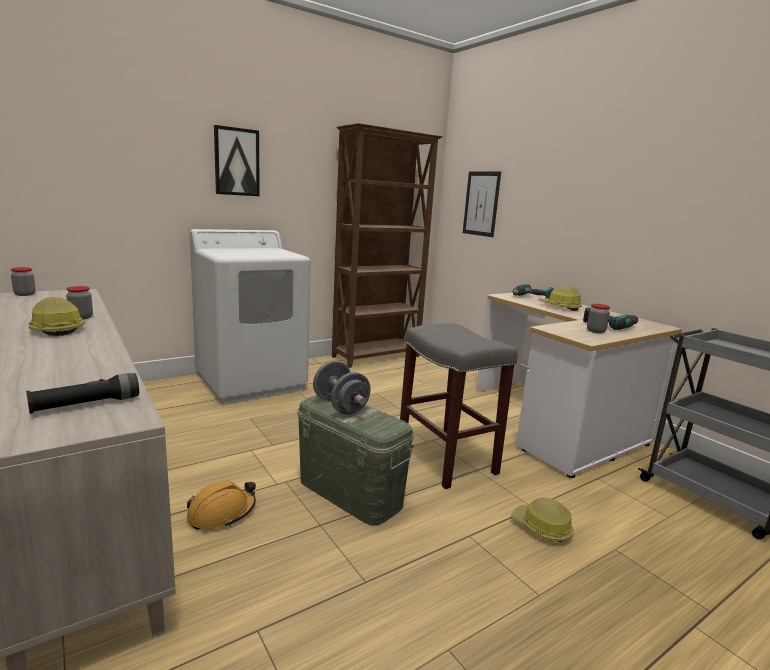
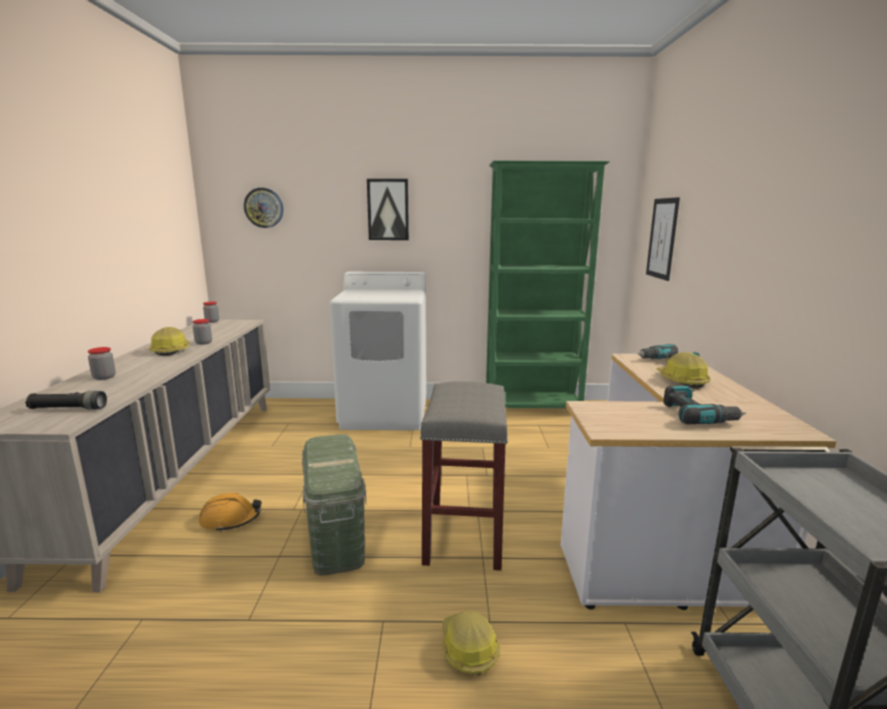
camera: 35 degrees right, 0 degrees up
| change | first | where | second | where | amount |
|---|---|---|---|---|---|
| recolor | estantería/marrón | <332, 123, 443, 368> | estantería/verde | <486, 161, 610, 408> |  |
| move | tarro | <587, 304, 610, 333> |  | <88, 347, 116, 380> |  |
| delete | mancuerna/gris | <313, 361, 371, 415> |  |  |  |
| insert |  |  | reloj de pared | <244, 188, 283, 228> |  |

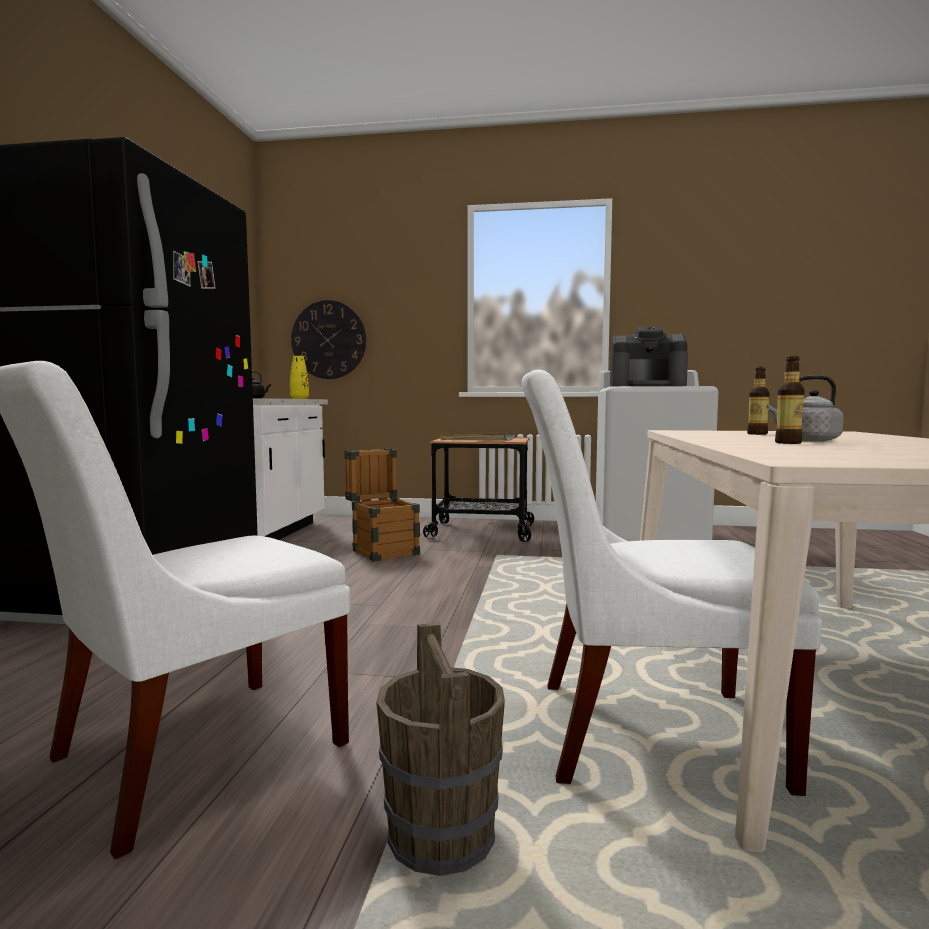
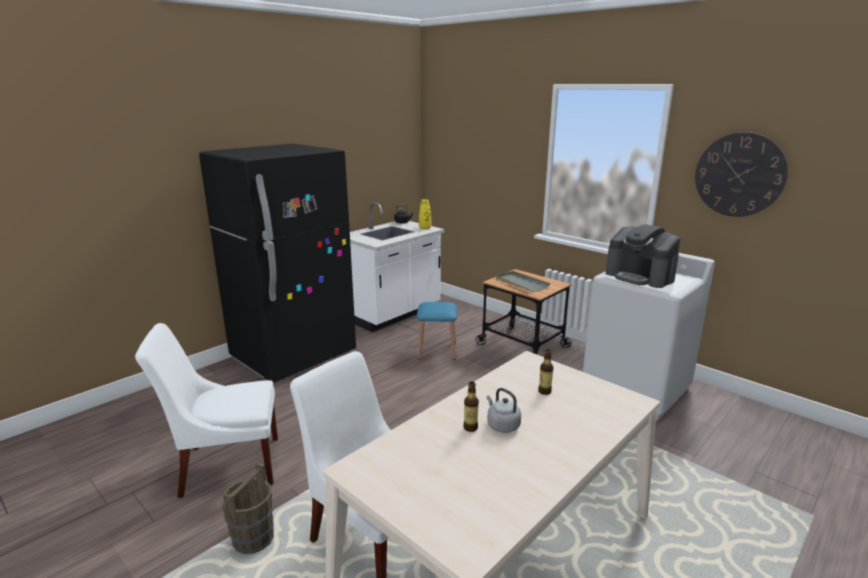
camera: 35 degrees right, 15 degrees up
| change | first | where | second | where | amount |
|---|---|---|---|---|---|
| move | reloj de pared | <291, 300, 366, 379> |  | <695, 132, 788, 217> |  |
| replace | caja de embalaje | <345, 448, 420, 561> | taburete/azul | <417, 302, 457, 360> |  |

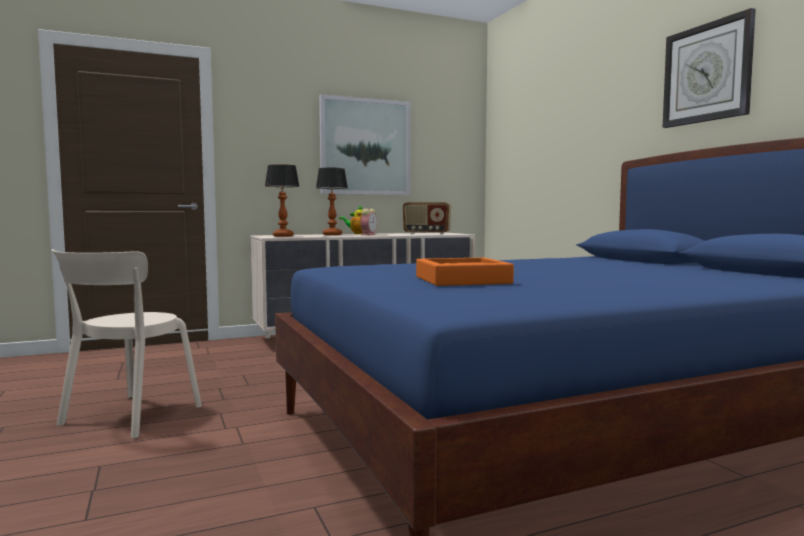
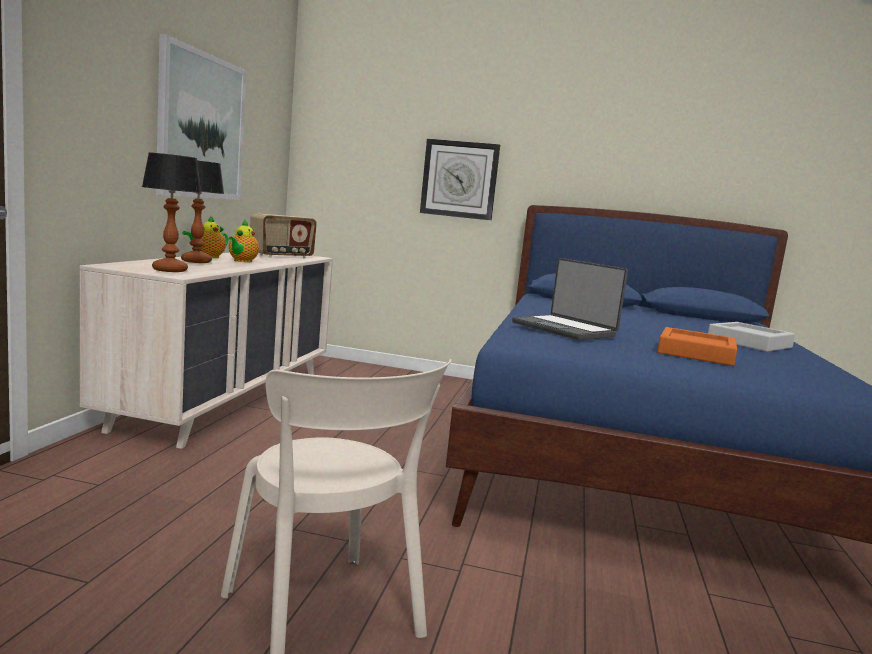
camera: 55 degrees left, 5 degrees up
| change | first | where | second | where | amount |
|---|---|---|---|---|---|
| move | reloj de pared | <662, 8, 756, 128> |  | <420, 139, 500, 221> |  |
| replace | despertador | <360, 209, 377, 235> | tetera | <229, 220, 259, 262> |  |
| insert |  |  | portátil | <512, 258, 628, 340> |  |
| insert |  |  | bandeja/gris | <708, 322, 795, 352> |  |

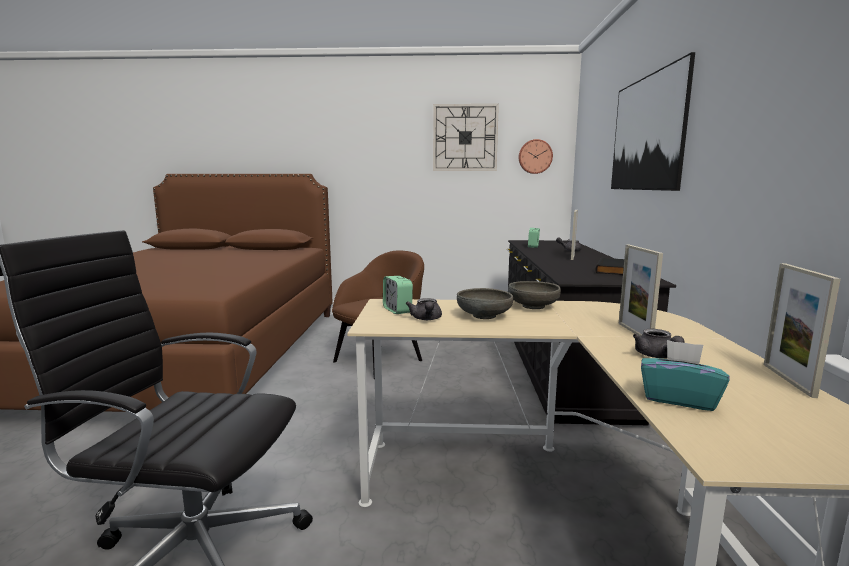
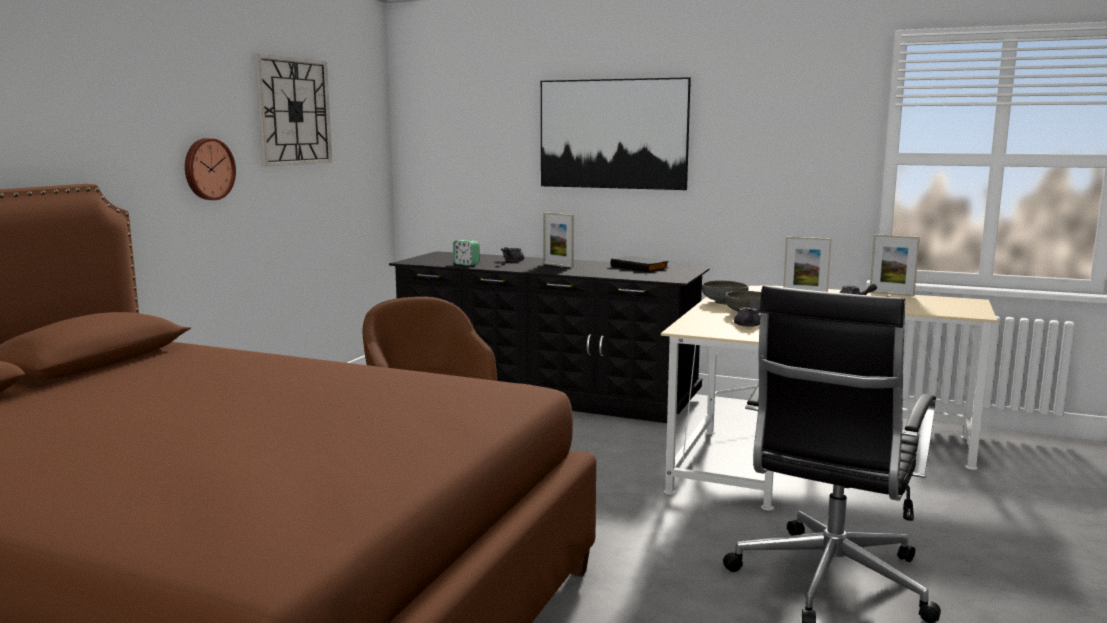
camera: 70 degrees left, 0 degrees up
| change | first | where | second | where | amount |
|---|---|---|---|---|---|
| move | reloj de pared | <519, 139, 553, 174> |  | <185, 138, 236, 200> |  |
| delete | despertador | <383, 276, 413, 314> |  |  |  |
| delete | caja de pañuelos/turquesa | <641, 340, 730, 411> |  |  |  |

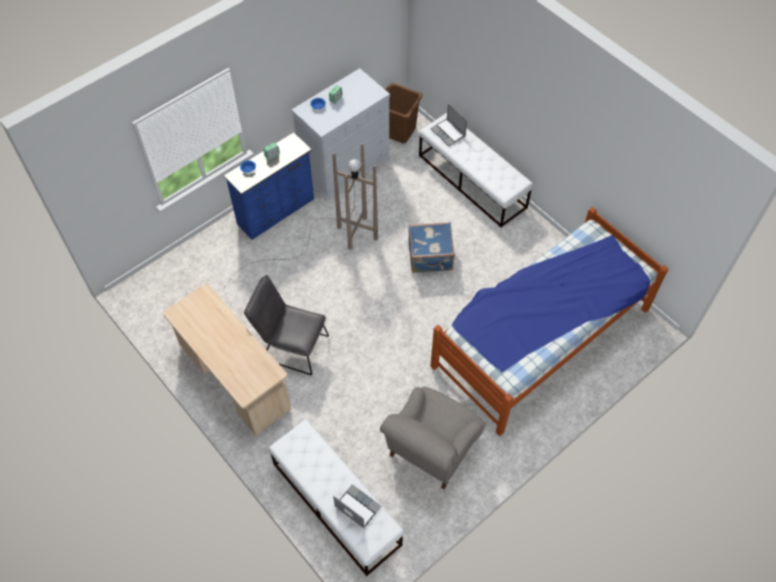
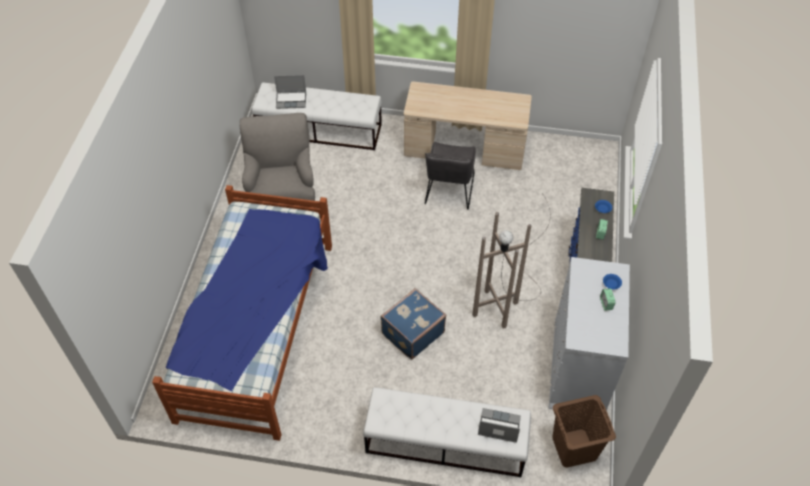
camera: 140 degrees right, 5 degrees down
| change | first | where | second | where | amount |
|---|---|---|---|---|---|
| rotate | silla/gris | <244, 275, 329, 375> |  | <425, 142, 476, 210> | 120 degrees clockwise |

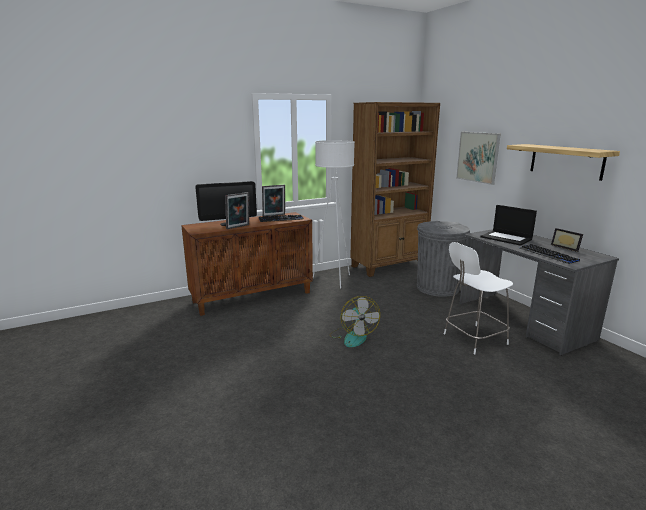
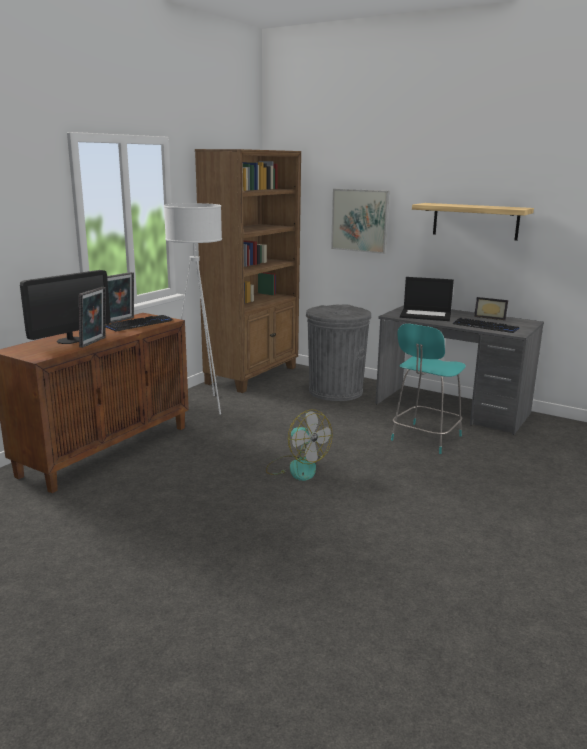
camera: 30 degrees left, 0 degrees up
| change | first | where | second | where | amount |
|---|---|---|---|---|---|
| recolor | silla/blanco | <444, 242, 513, 355> | silla/turquesa | <391, 324, 466, 454> |  |

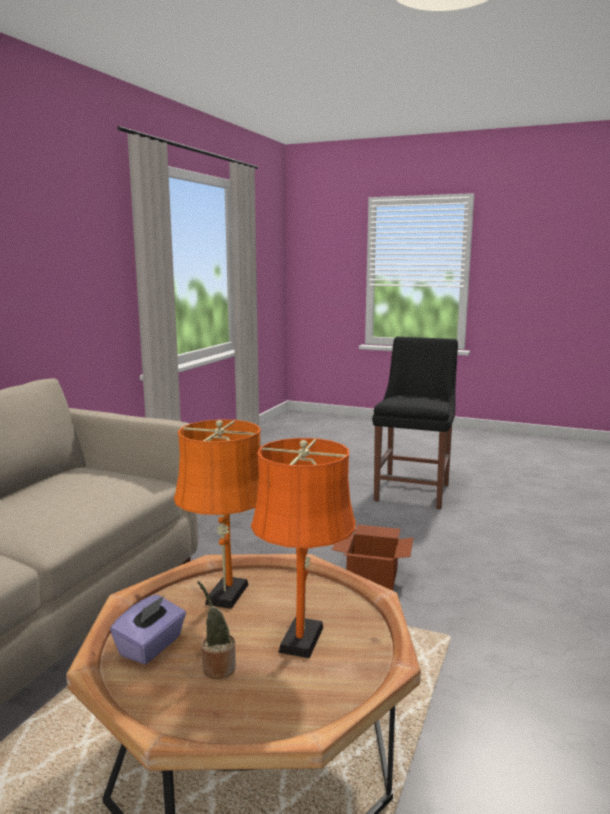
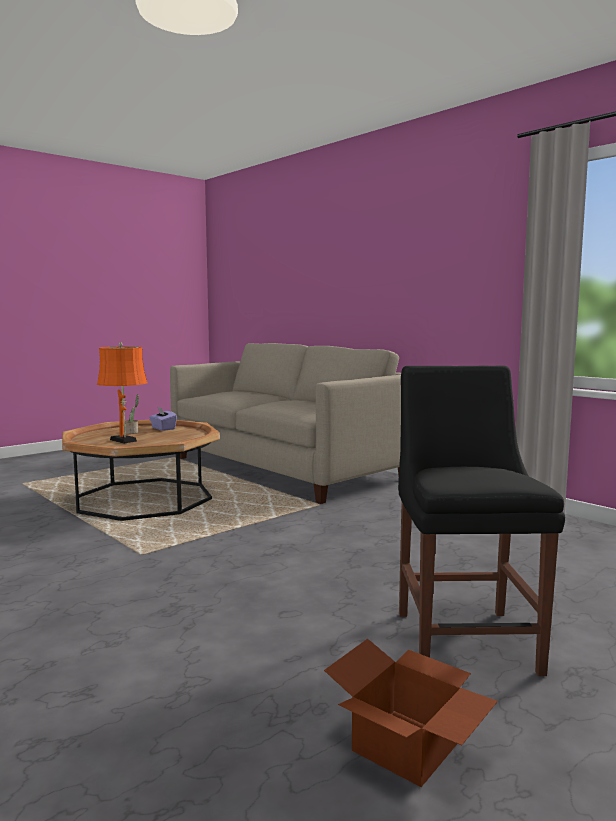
camera: 115 degrees right, 5 degrees down
| change | first | where | second | where | amount |
|---|---|---|---|---|---|
| rotate | silla/negro | <372, 337, 458, 509> |  | <398, 365, 565, 676> | 135 degrees counterclockwise |
| delete | lámpara de mesa/naranja | <174, 419, 261, 609> |  |  |  |
| move | caja de cartón | <332, 525, 413, 591> |  | <324, 639, 498, 787> |  |

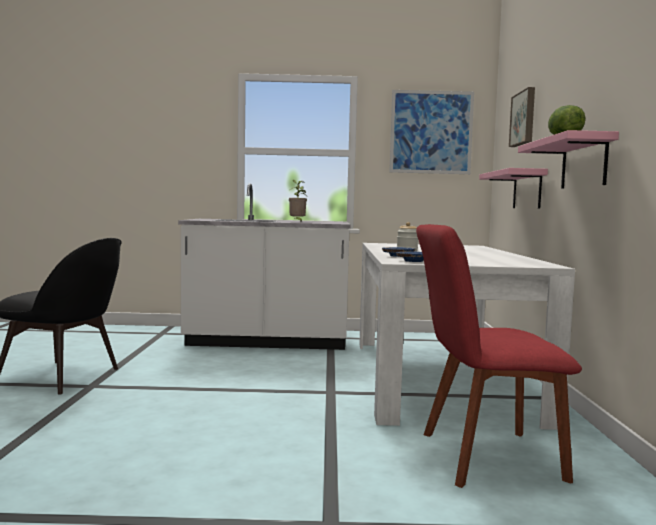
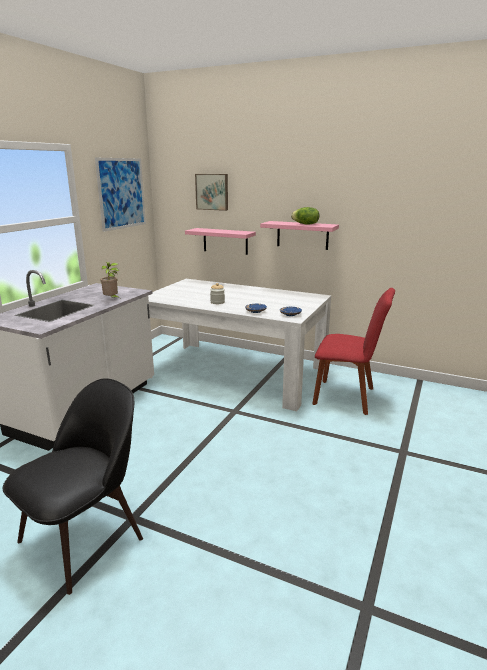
camera: 65 degrees left, 15 degrees up
| change | first | where | second | where | amount |
|---|---|---|---|---|---|
| rotate | silla/rojo | <416, 224, 582, 488> |  | <312, 288, 395, 415> | 90 degrees counterclockwise |

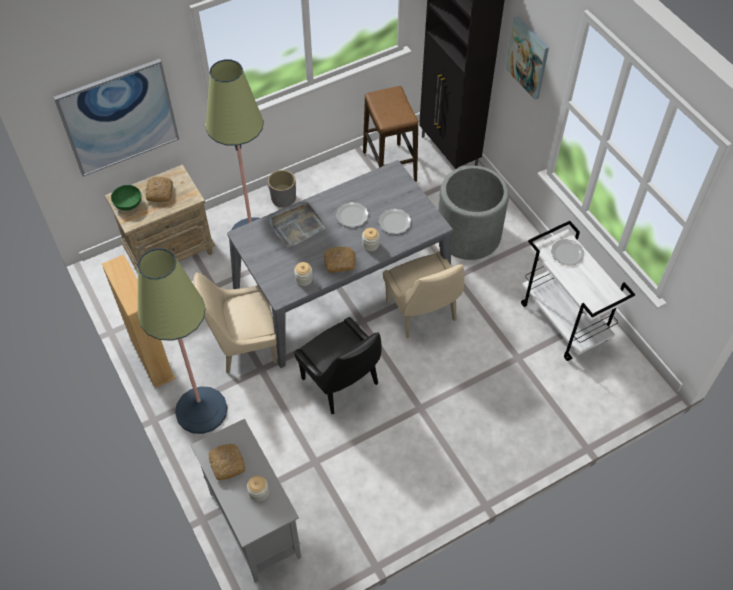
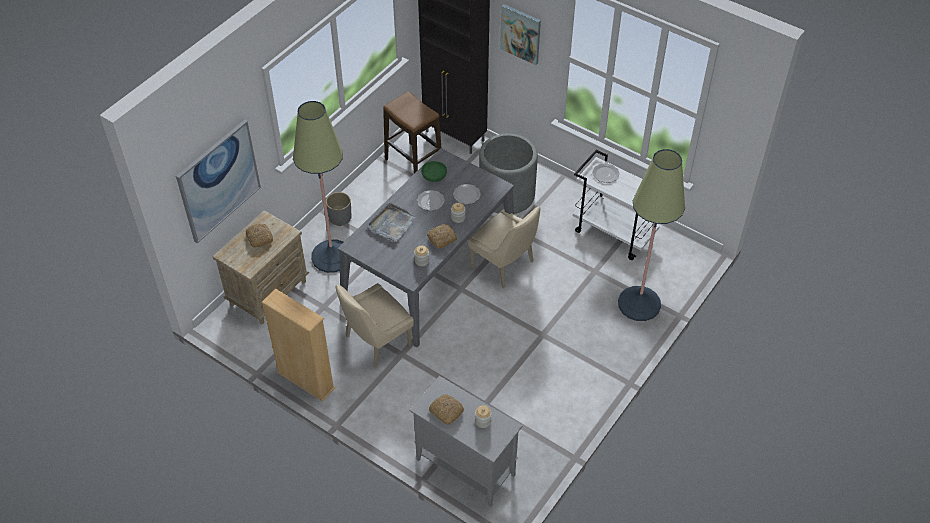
camera: 25 degrees left, 5 degrees down
| change | first | where | second | where | amount |
|---|---|---|---|---|---|
| move | cuenco/verde | <111, 185, 142, 210> |  | <421, 161, 447, 182> |  |
| move | lámpara de pie | <138, 248, 228, 434> |  | <618, 149, 685, 321> |  |
| delete | silla/negro | <294, 317, 382, 414> |  |  |  |

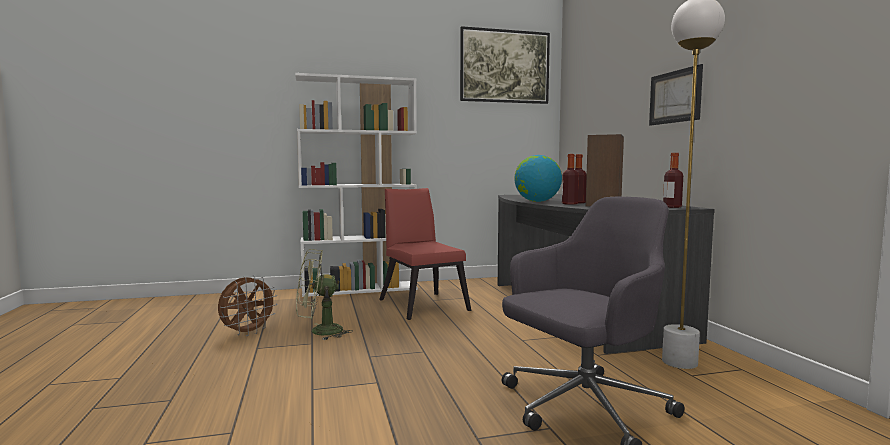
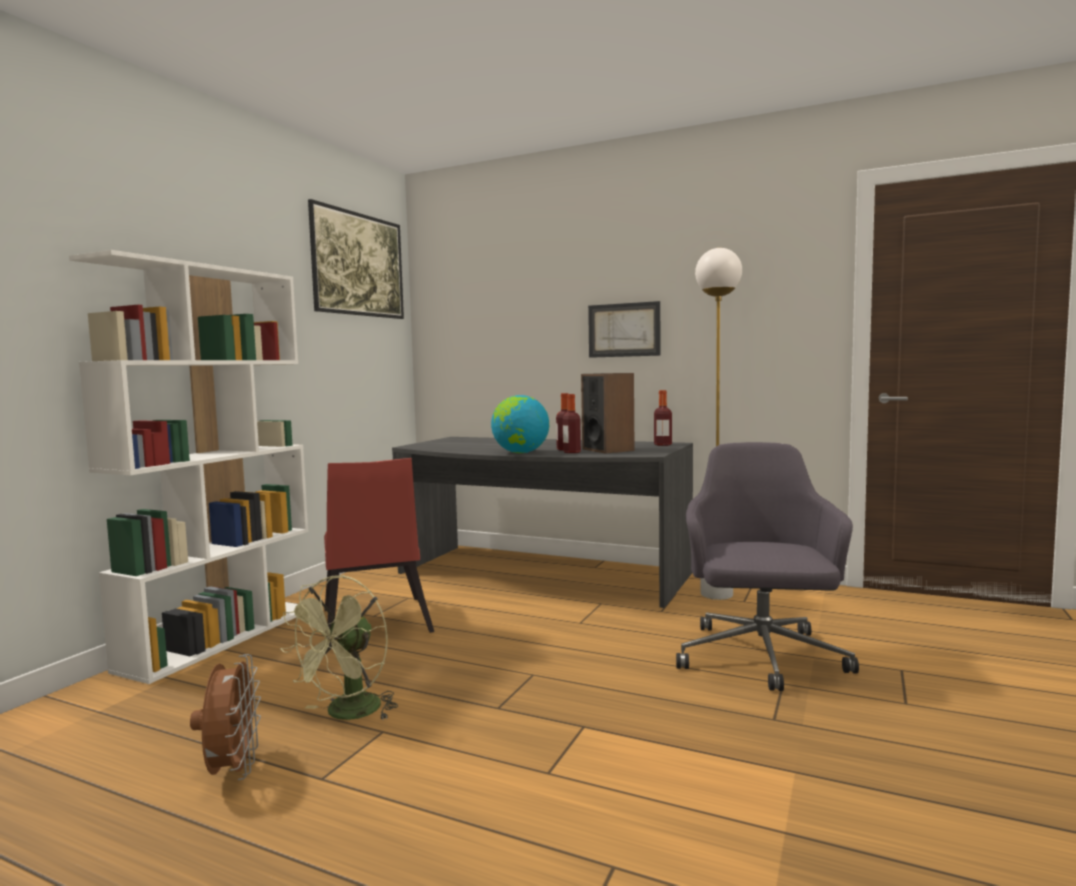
camera: 50 degrees left, 0 degrees up
| change | first | where | second | where | amount |
|---|---|---|---|---|---|
| rotate | silla/rojo | <379, 188, 471, 320> |  | <324, 458, 434, 649> | 120 degrees counterclockwise |

